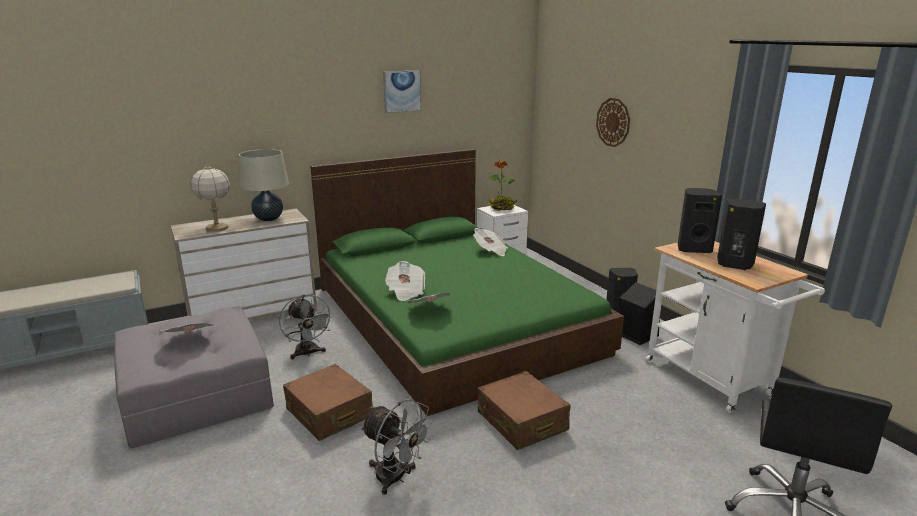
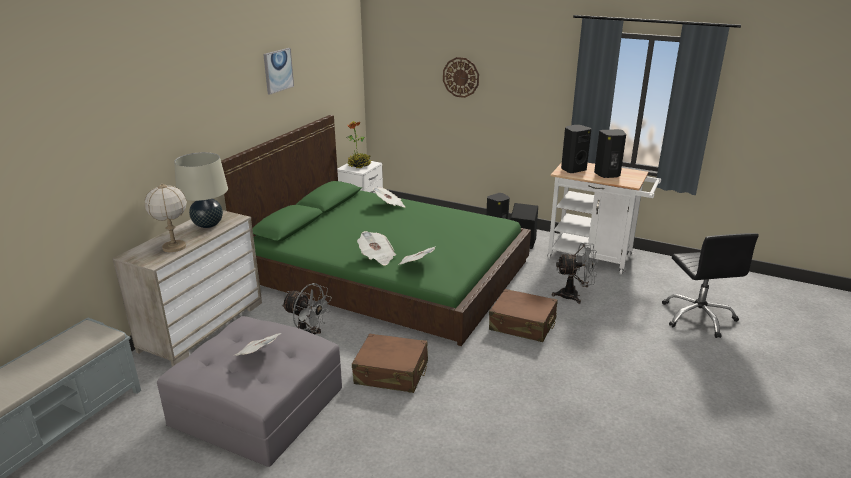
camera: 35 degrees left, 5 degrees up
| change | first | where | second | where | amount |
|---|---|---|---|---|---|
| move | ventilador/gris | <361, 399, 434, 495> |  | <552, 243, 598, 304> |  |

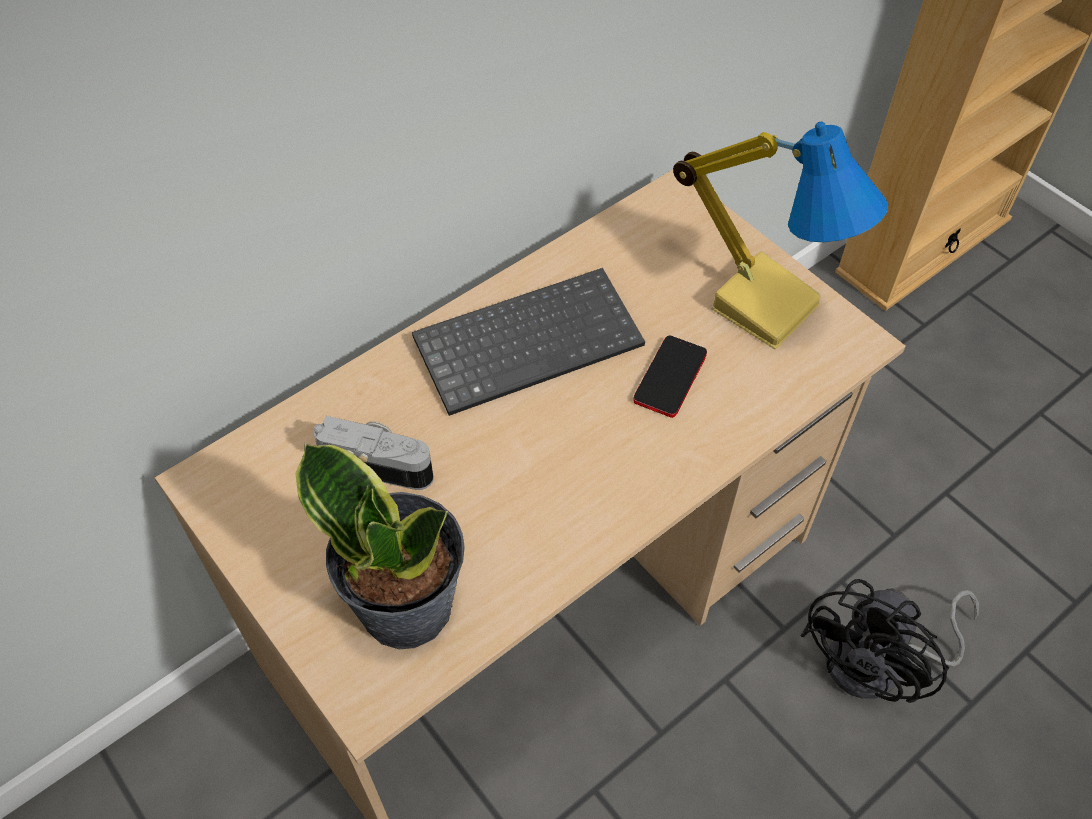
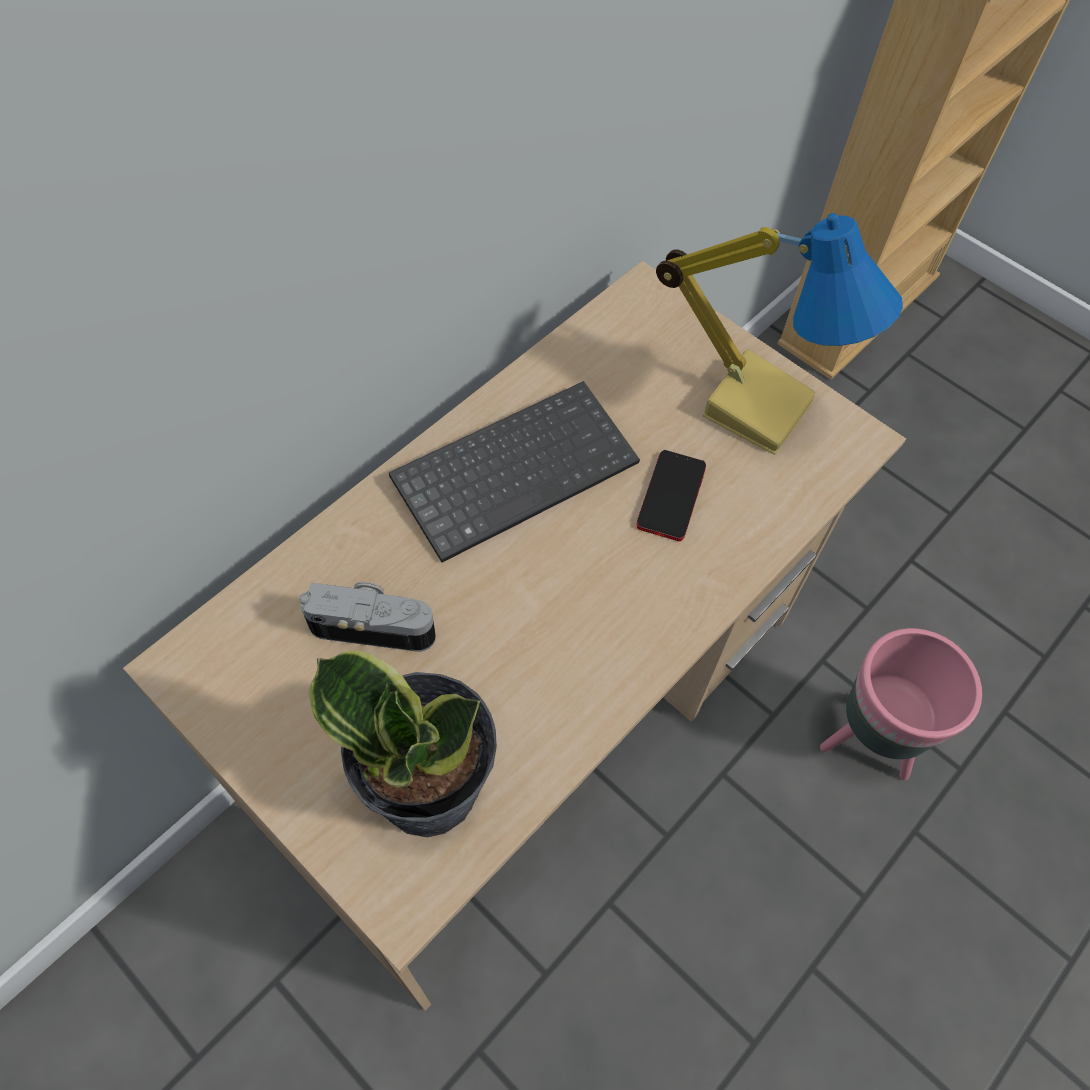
camera: 10 degrees left, 5 degrees up
| change | first | where | second | where | amount |
|---|---|---|---|---|---|
| replace | ventilador/negro | <800, 579, 979, 703> | maceta/rosa | <820, 628, 982, 780> |  |

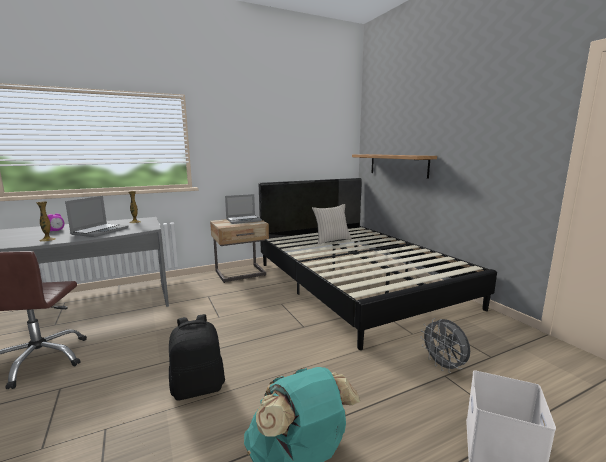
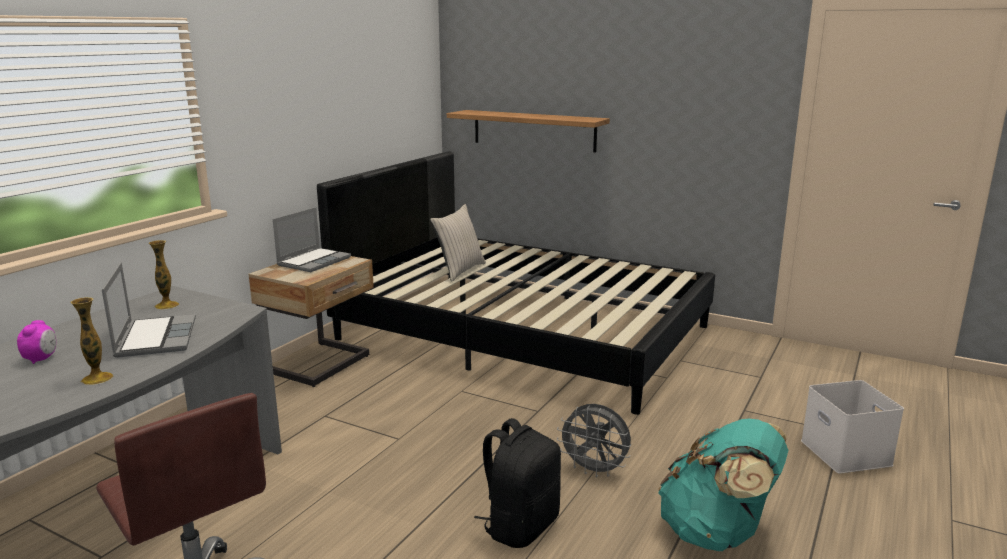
camera: 35 degrees left, 5 degrees up
| change | first | where | second | where | amount |
|---|---|---|---|---|---|
| move | ventilador/gris | <420, 318, 470, 373> |  | <557, 404, 631, 478> |  |

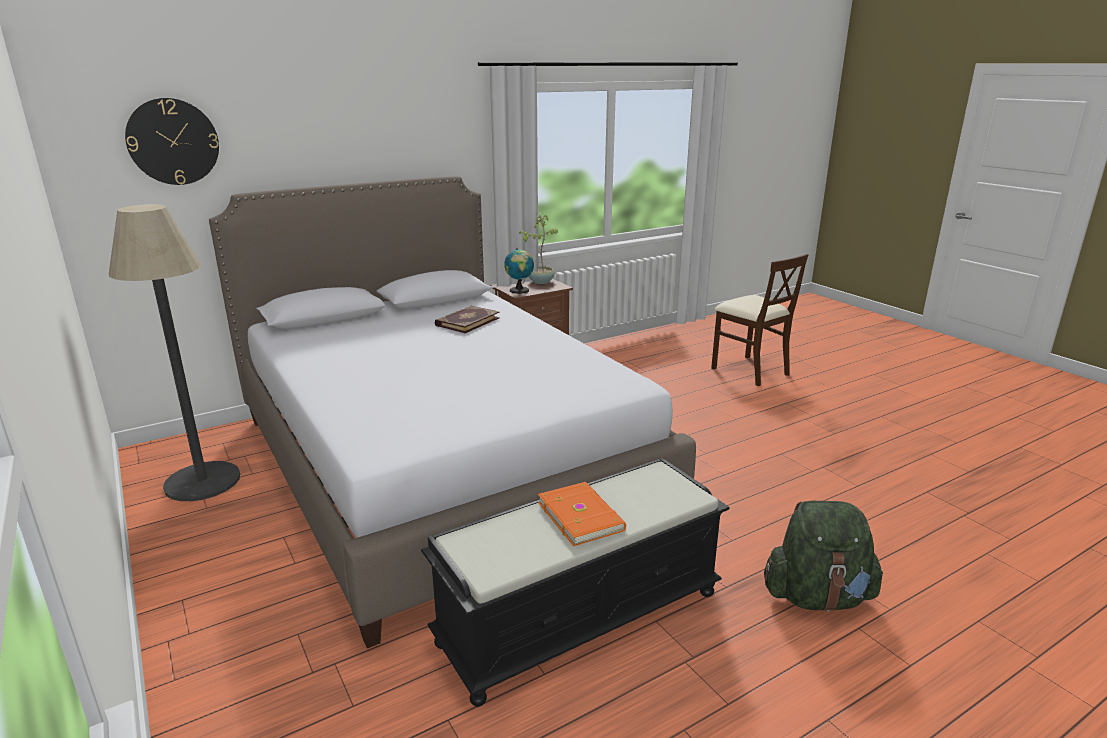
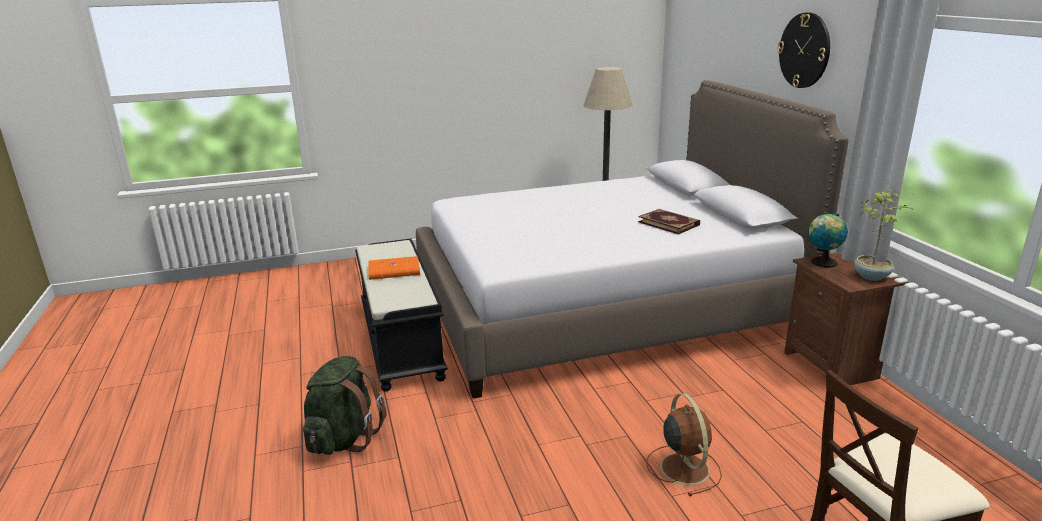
camera: 105 degrees right, 0 degrees up
| change | first | where | second | where | amount |
|---|---|---|---|---|---|
| move | reloj de pared | <125, 98, 219, 185> |  | <777, 12, 830, 88> |  |
| insert |  |  | ventilador/marrón | <646, 393, 722, 496> |  |

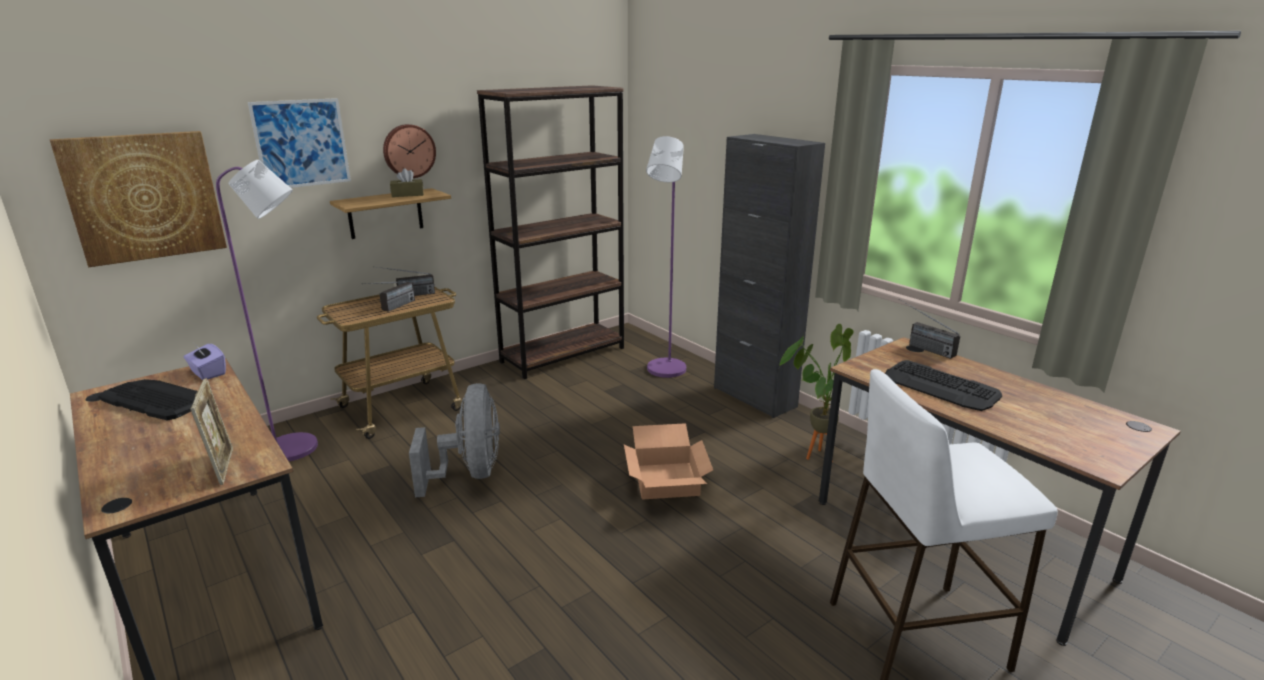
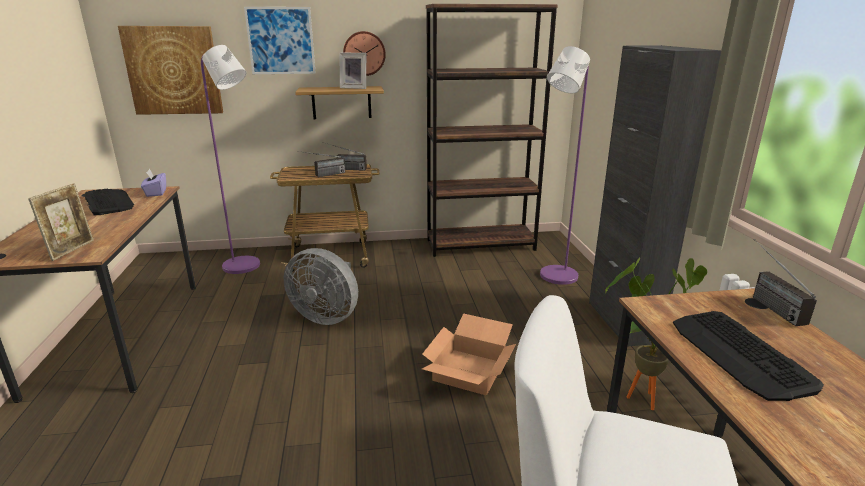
camera: 30 degrees right, 0 degrees up
| change | first | where | second | where | amount |
|---|---|---|---|---|---|
| replace | caja de pañuelos/marrón | <390, 168, 424, 197> | portarretratos | <340, 52, 366, 89> |  |
| rotate | ventilador/gris | <409, 383, 500, 497> |  | <284, 248, 358, 325> | 90 degrees clockwise |

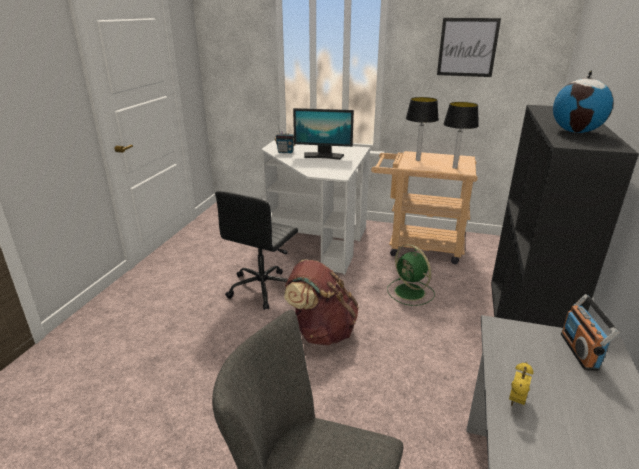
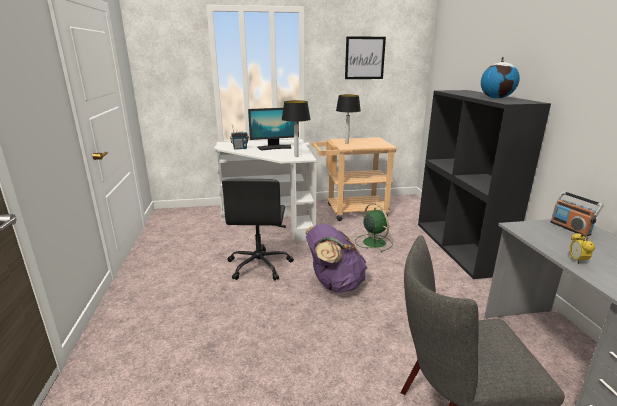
camera: 25 degrees left, 5 degrees down
| change | first | where | second | where | amount |
|---|---|---|---|---|---|
| move | lámpara de mesa | <443, 102, 479, 169> |  | <282, 100, 310, 157> |  |
| rotate | ventilador/verde | <387, 244, 435, 306> |  | <355, 204, 392, 252> | 150 degrees counterclockwise |
| recolor | mochila/marrón | <284, 259, 359, 345> | mochila/morado | <306, 224, 367, 292> |  |

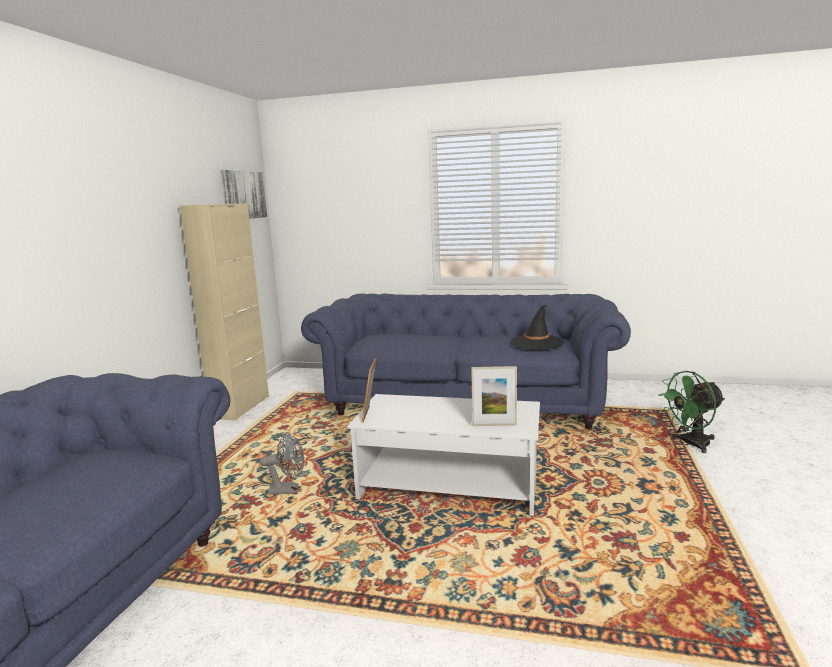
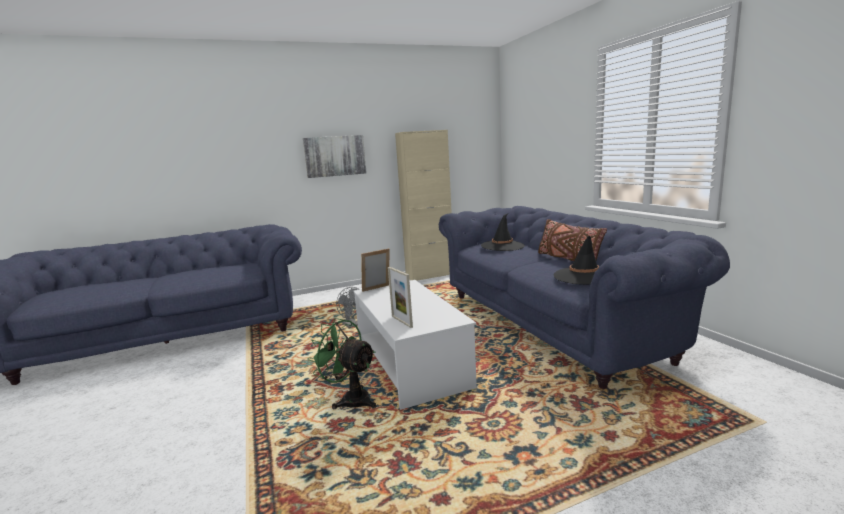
camera: 55 degrees right, 0 degrees up
| change | first | where | second | where | amount |
|---|---|---|---|---|---|
| move | cuadro | <221, 170, 267, 219> |  | <303, 135, 367, 178> |  |
| move | ventilador/verde | <658, 371, 725, 453> |  | <308, 318, 376, 409> |  |
| insert |  |  | sombrero/negro | <481, 214, 525, 251> |  |
| insert |  |  | cojín/marrón | <538, 219, 607, 261> |  |

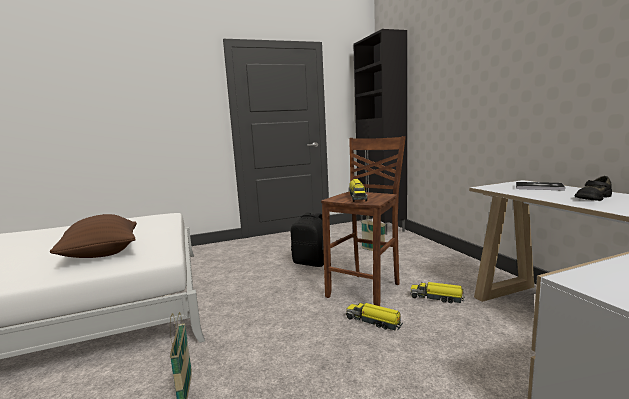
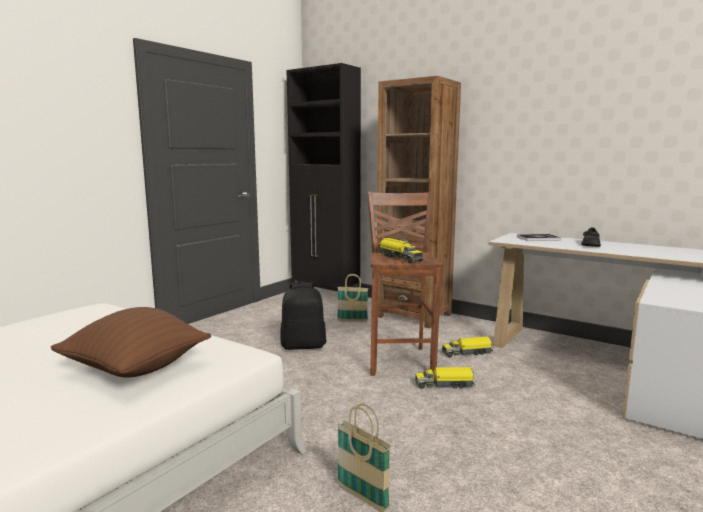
camera: 35 degrees left, 0 degrees up
| change | first | where | second | where | amount |
|---|---|---|---|---|---|
| insert |  |  | estantería/marrón | <377, 76, 461, 329> |  |

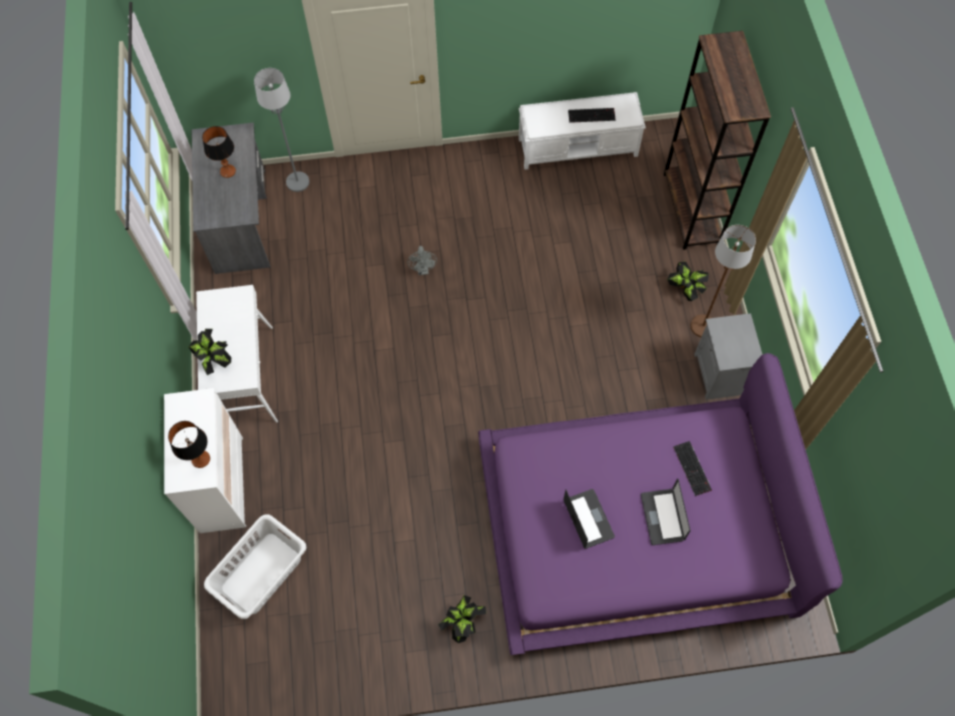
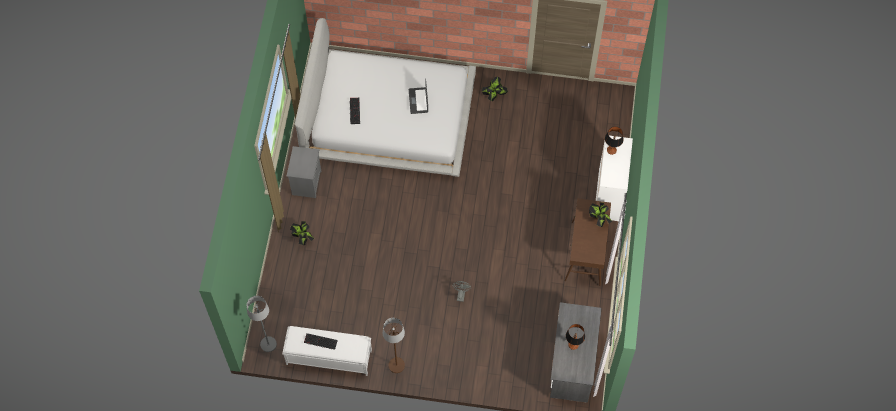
camera: 165 degrees left, 0 degrees up
| change | first | where | second | where | amount |
|---|---|---|---|---|---|
| delete | estantería/marrón | <664, 31, 771, 250> |  |  |  |
| move | lámpara de pie/gris | <254, 68, 309, 192> |  | <247, 296, 277, 352> |  |
| move | lámpara de pie/marrón | <691, 225, 756, 337> |  | <383, 318, 405, 373> |  |
| recolor | mesa consola/blanco | <196, 285, 278, 423> | mesa consola/marrón | <565, 198, 611, 286> |  |
| recolor | cama/morado | <478, 353, 843, 655> | cama/blanco | <295, 18, 476, 177> |  |
| delete | portátil | <641, 478, 690, 545> |  |  |  |
| delete | cesto de la ropa/blanco | <204, 514, 306, 619> |  |  |  |

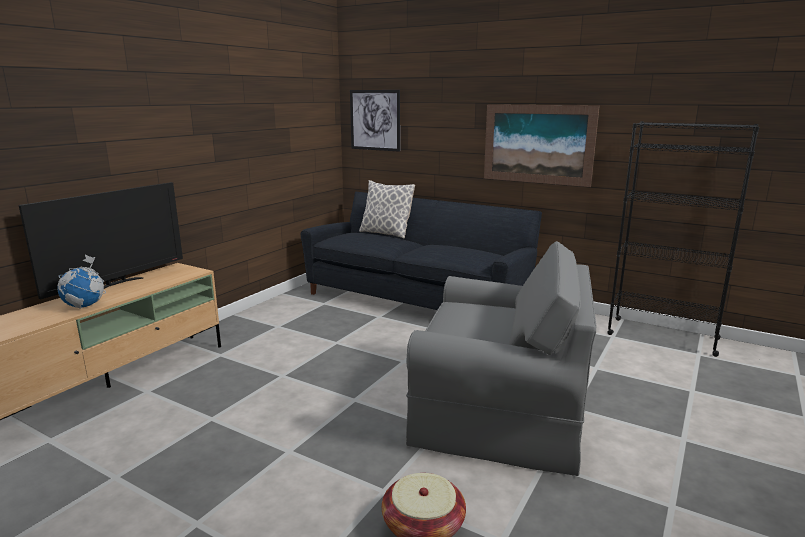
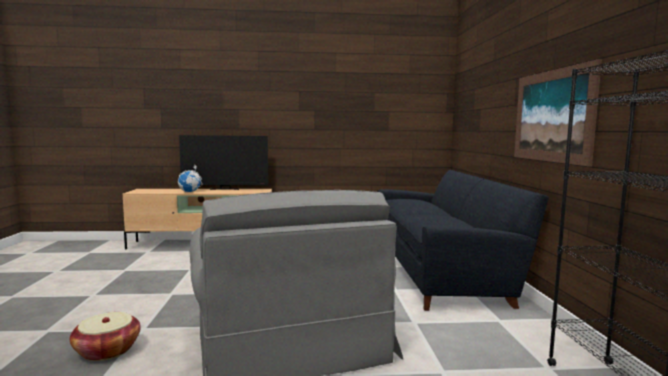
camera: 55 degrees right, 10 degrees down
| change | first | where | second | where | amount |
|---|---|---|---|---|---|
| delete | cuadro | <350, 90, 400, 152> |  |  |  |
| delete | cojín | <359, 180, 415, 238> |  |  |  |

